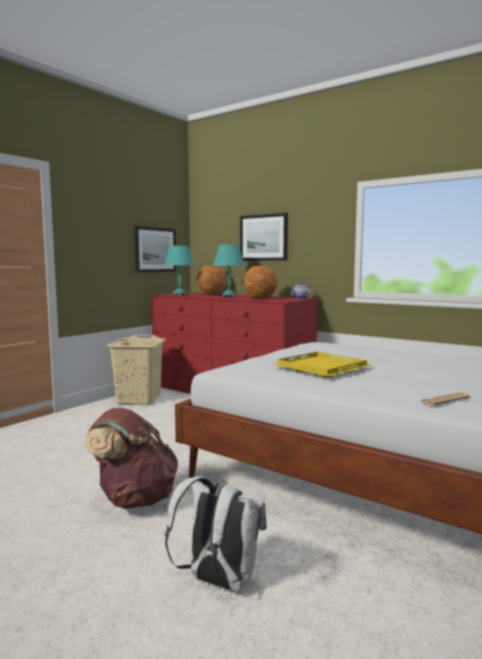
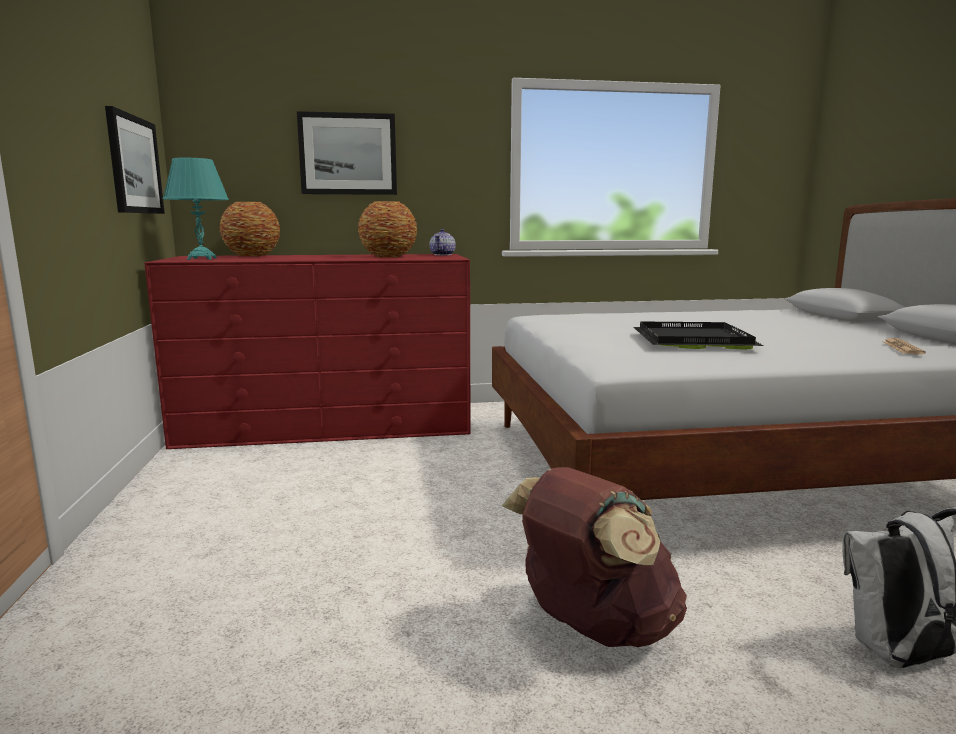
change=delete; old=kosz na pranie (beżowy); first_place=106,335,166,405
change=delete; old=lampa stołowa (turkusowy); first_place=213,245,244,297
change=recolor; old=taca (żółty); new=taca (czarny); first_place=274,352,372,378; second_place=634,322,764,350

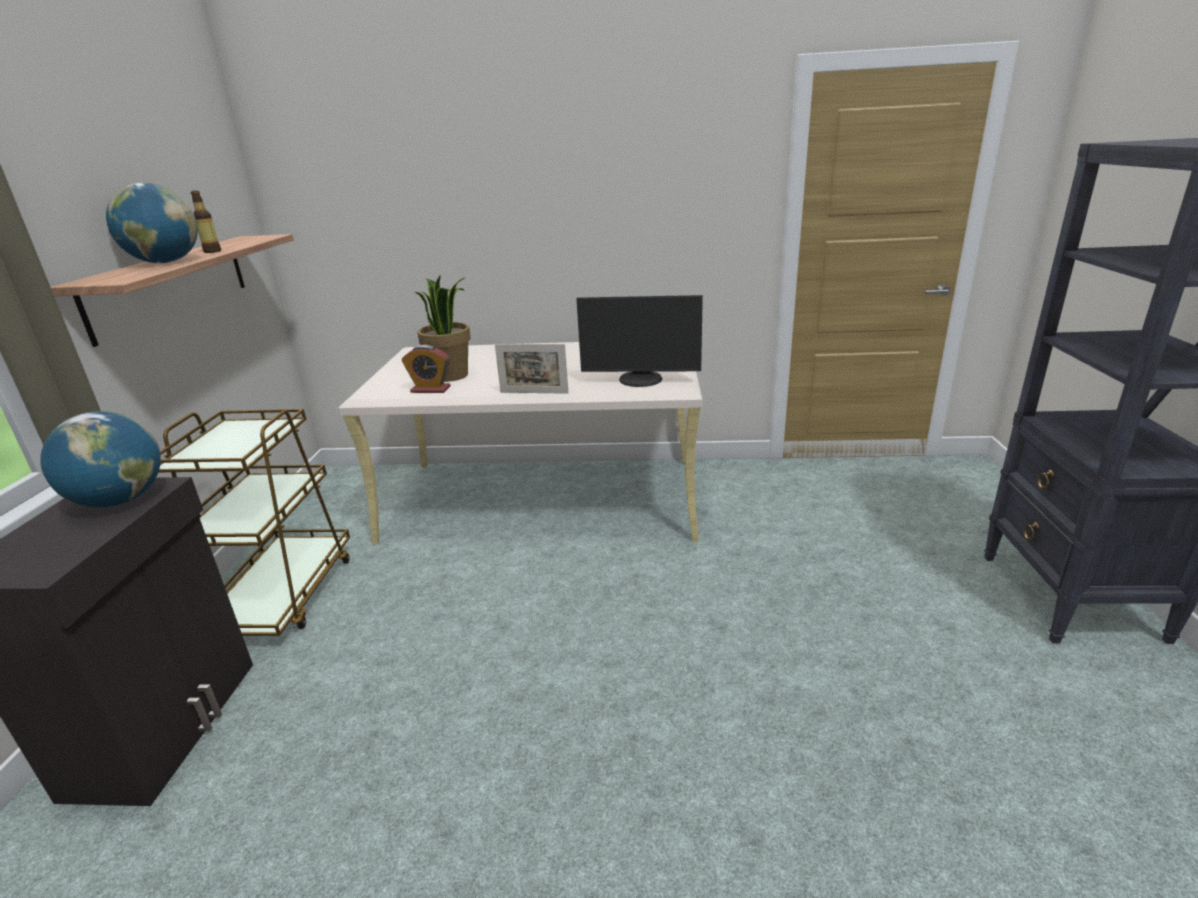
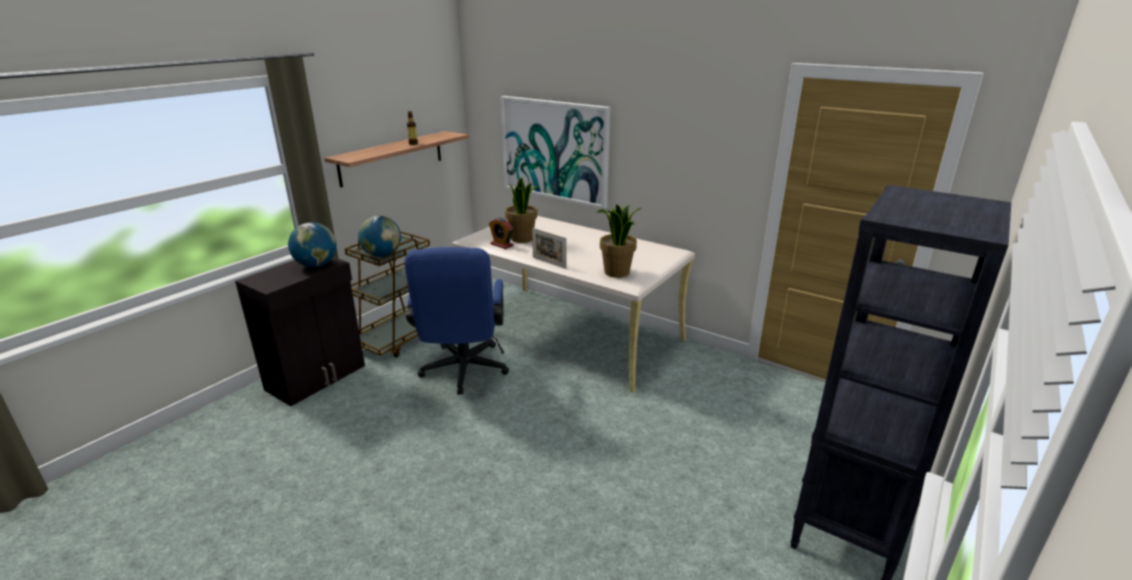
change=move; old=globus; first_place=106,183,198,263; second_place=358,216,401,257
change=replace; old=monitor; new=roślina doniczkowa; first_place=576,295,703,387; second_place=596,204,641,278
change=insert; new=krzesło biurowe (niebieski); second_place=404,247,509,394
change=insert; new=obraz; second_place=500,96,610,209

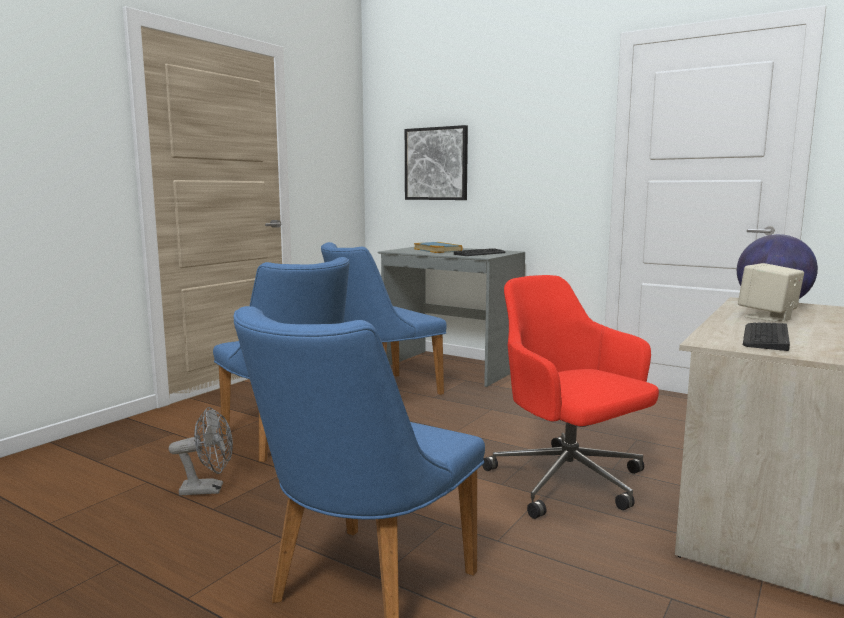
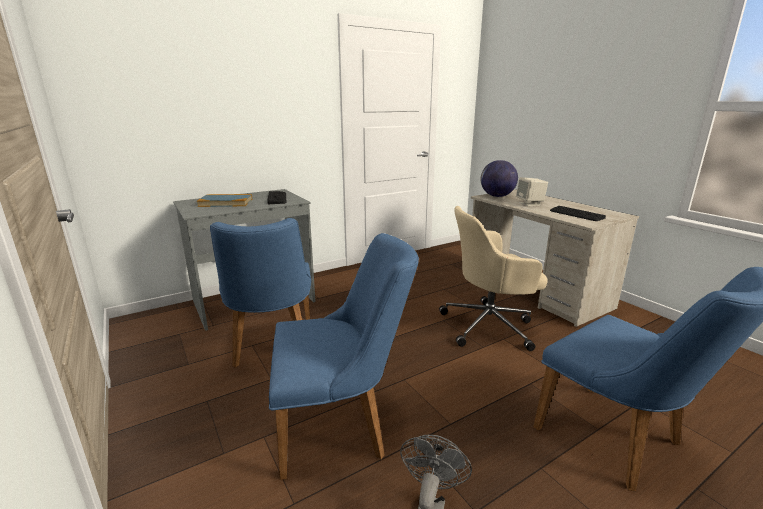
change=delete; old=obraz; first_place=405,125,468,200
change=recolor; old=krzesło biurowe (czerwony); new=krzesło biurowe (beżowy); first_place=482,275,659,519; second_place=439,206,548,351

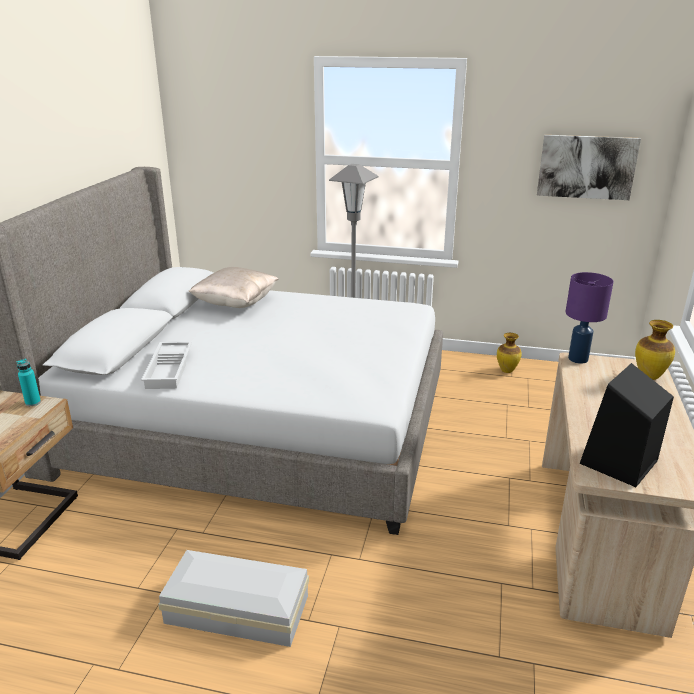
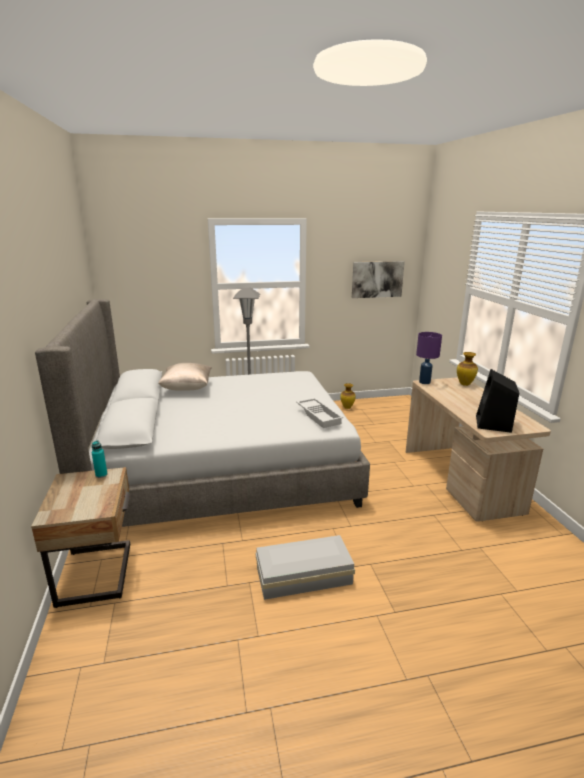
change=move; old=taca (biały); first_place=141,342,192,389; second_place=296,398,343,428

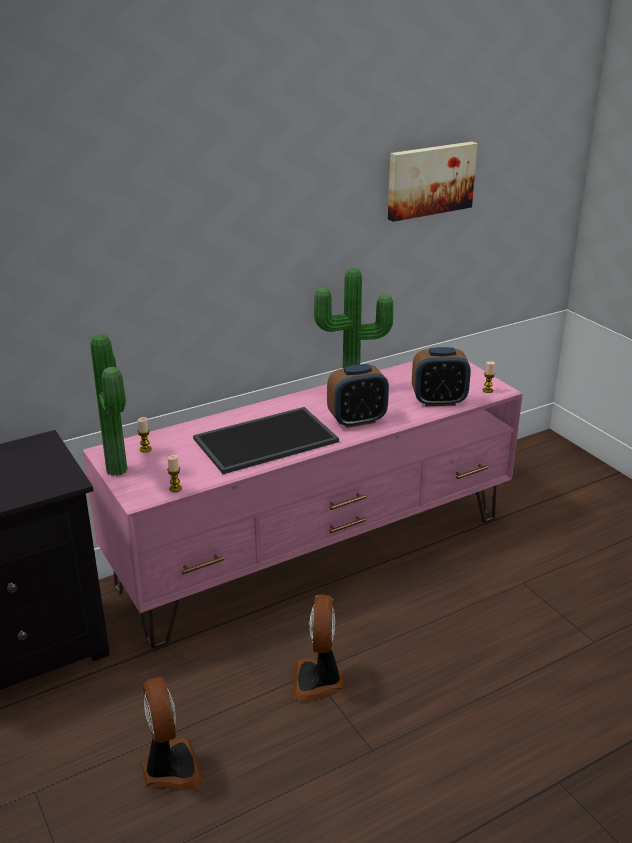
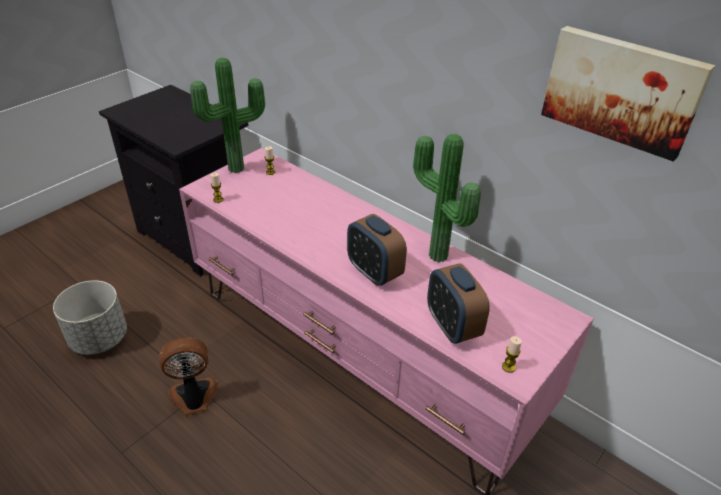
change=replace; old=wentylator; new=donica (szary); first_place=141,677,204,790; second_place=53,280,127,355
change=delete; old=taca; first_place=193,407,339,474

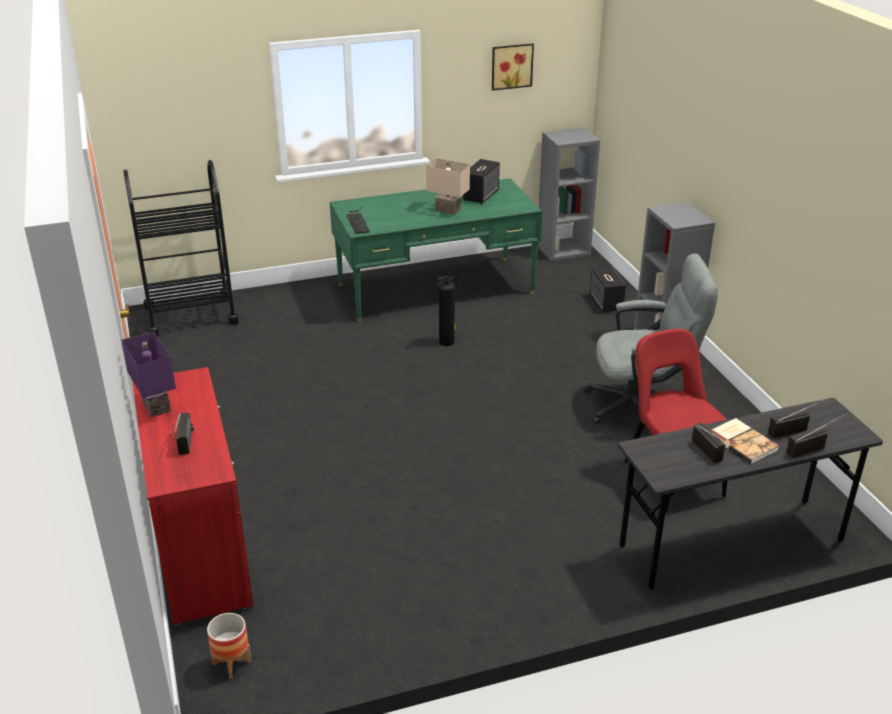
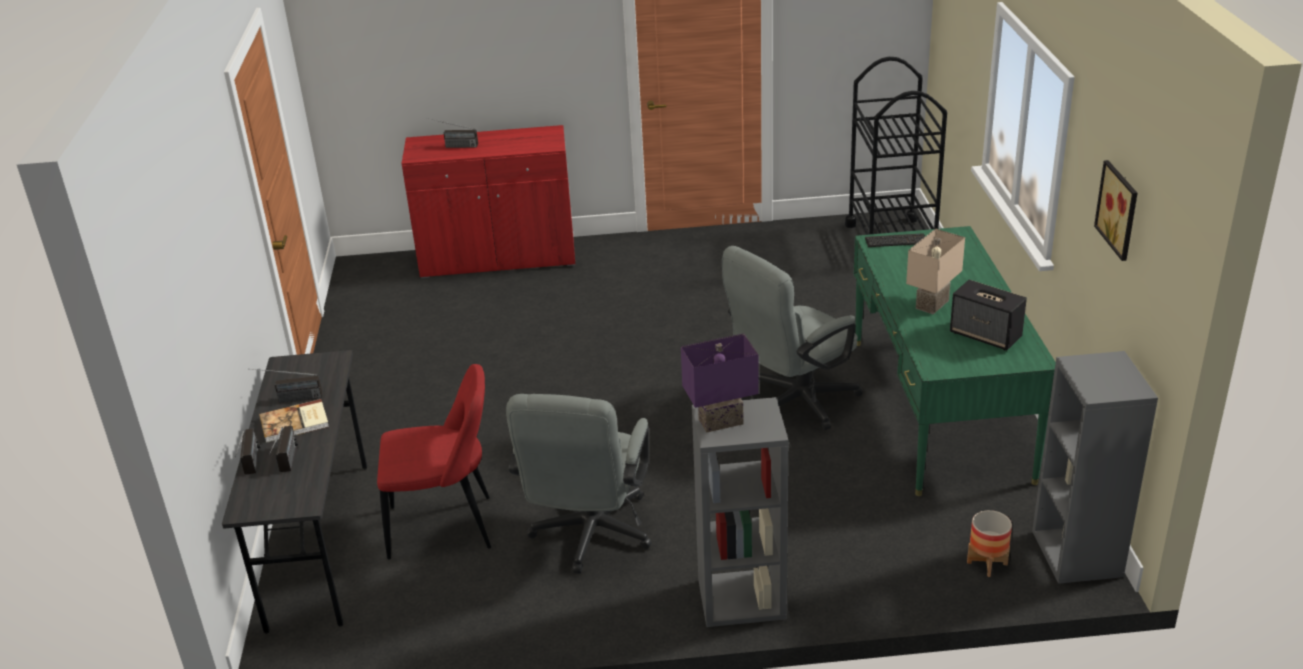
change=move; old=lampa stołowa (fioletowy); first_place=121,331,176,417; second_place=681,333,759,433
change=move; old=donica; first_place=207,613,252,678; second_place=967,510,1012,577
change=replace; old=gaśnica; new=krzesło biurowe (szary); first_place=437,276,457,346; second_place=722,246,863,430
change=delete; old=głośnik; first_place=590,266,626,313

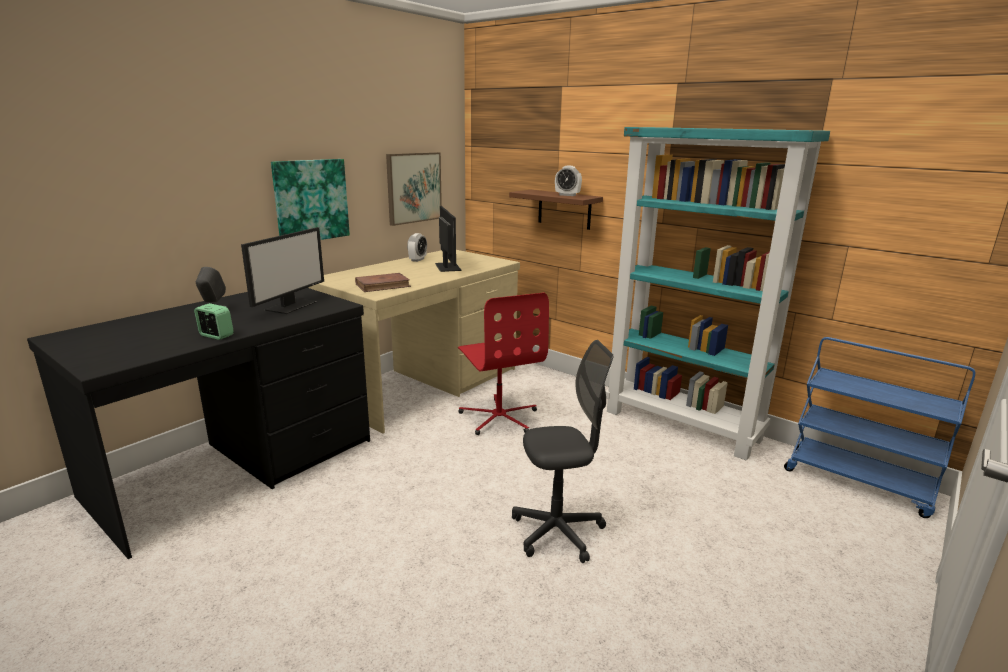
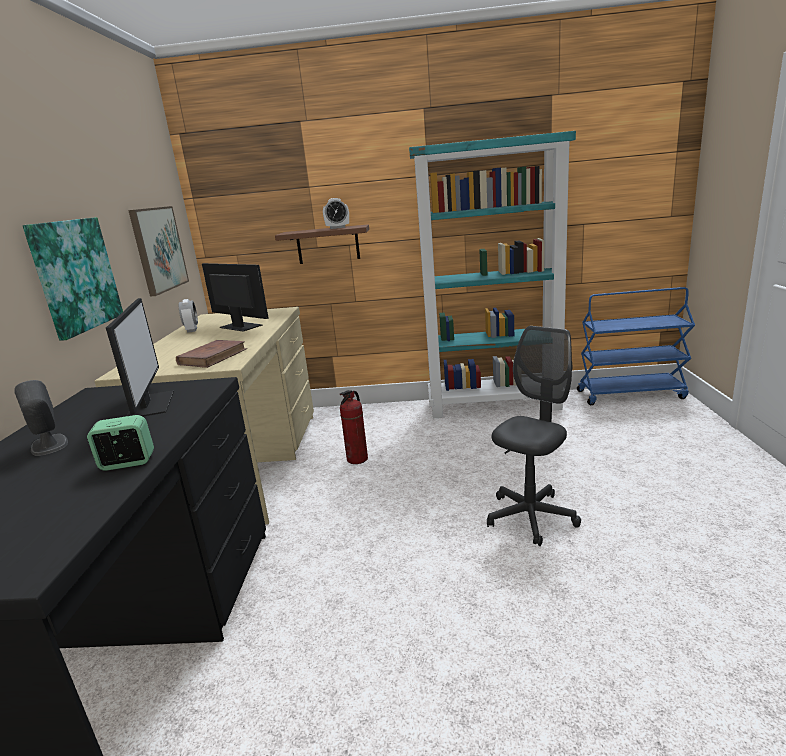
change=replace; old=krzesło biurowe (czerwony); new=gaśnica; first_place=458,293,549,435; second_place=340,390,368,464

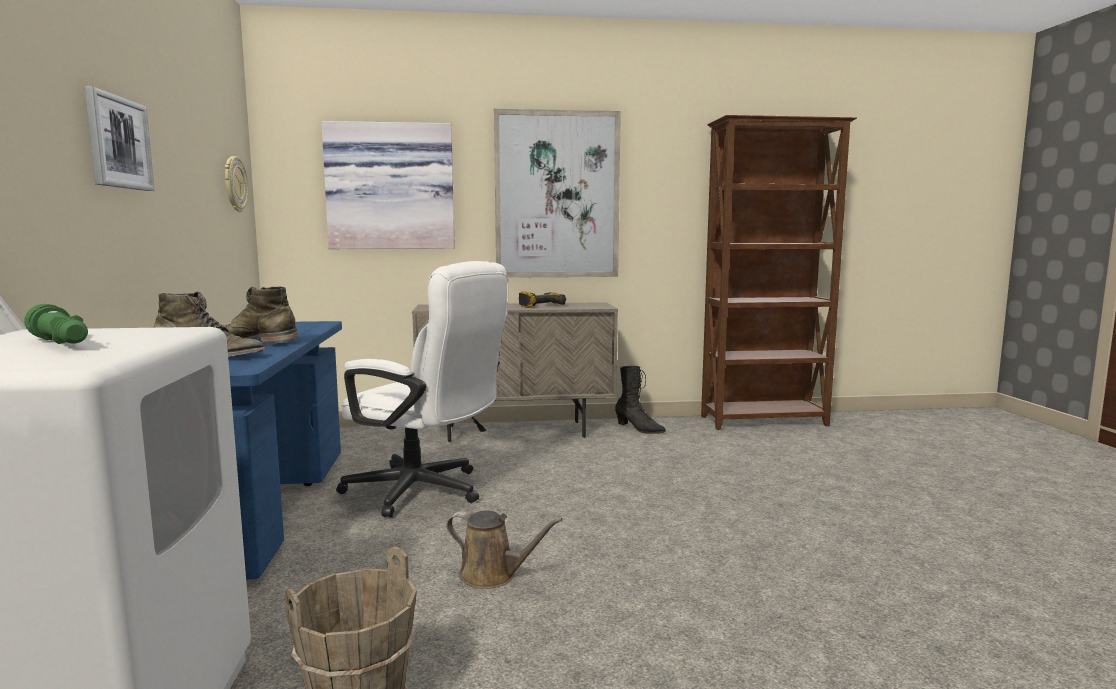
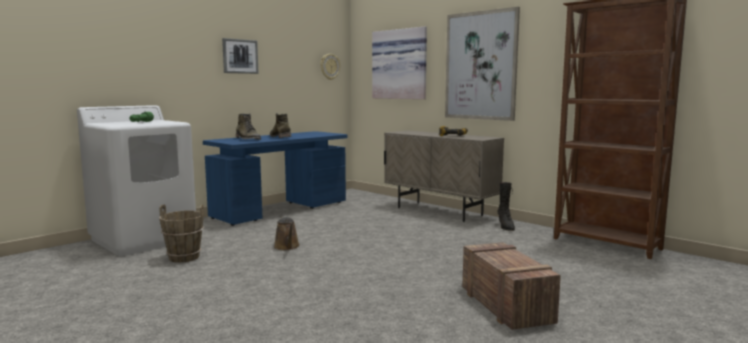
change=delete; old=krzesło biurowe (biały); first_place=336,261,509,518
change=insert; new=skrzynka; second_place=462,242,561,330

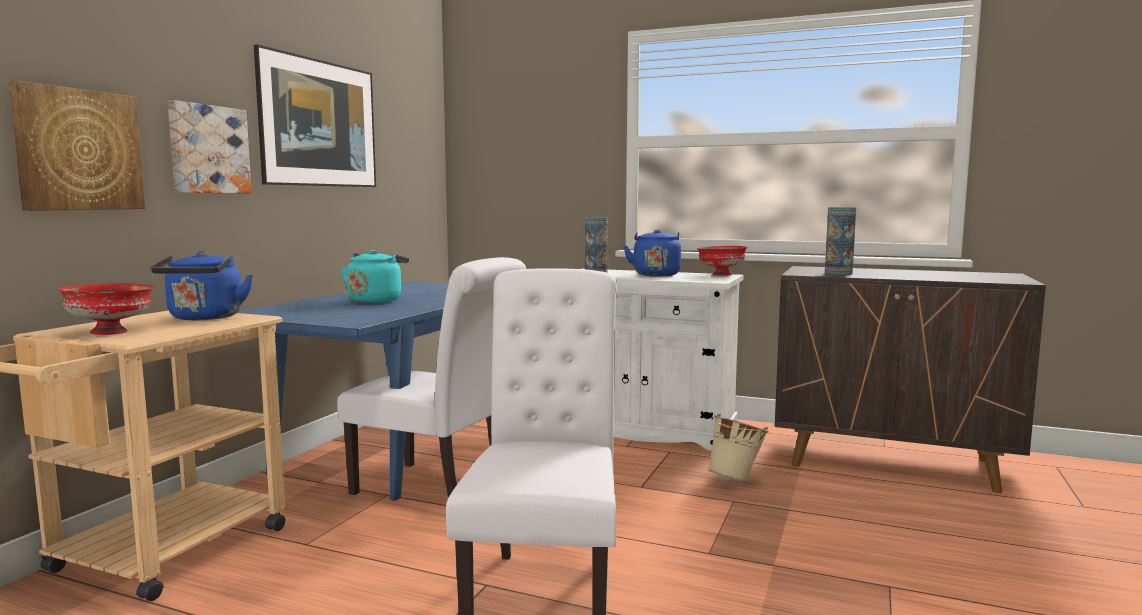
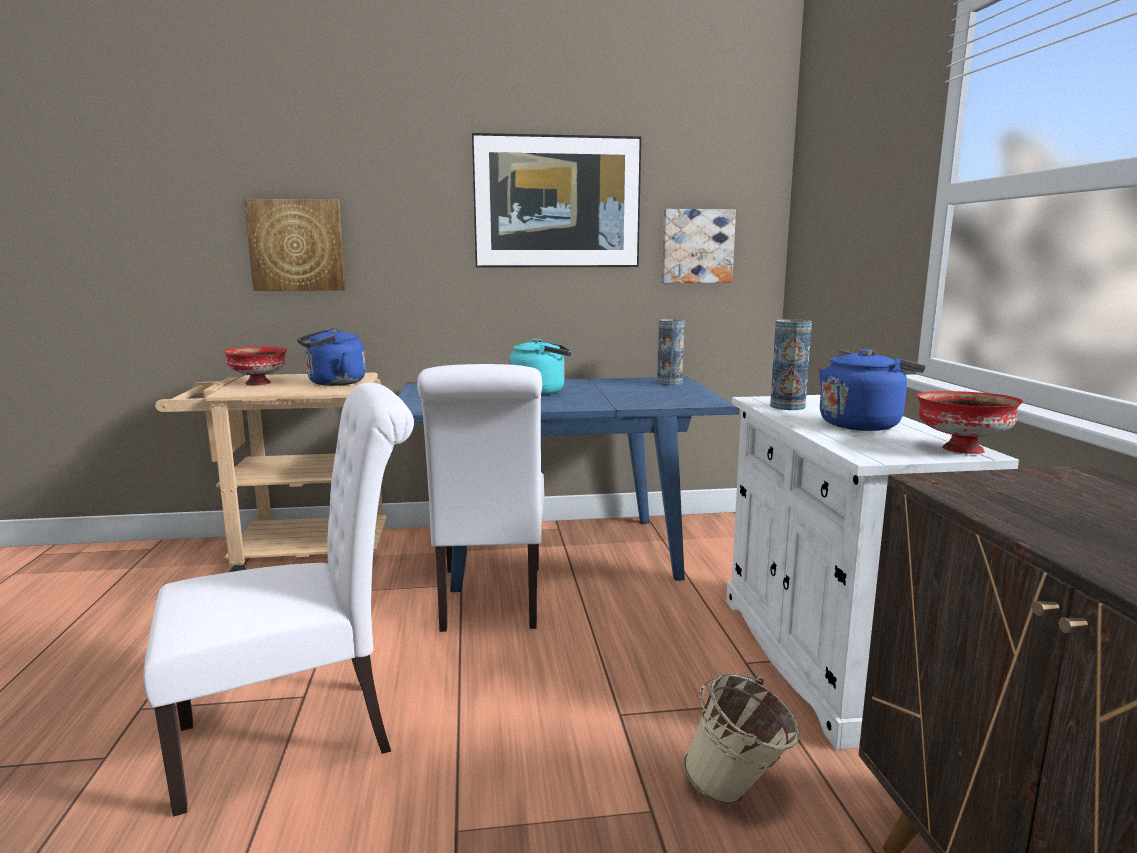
change=move; old=obraz; first_place=168,100,252,194; second_place=662,209,736,283
change=move; old=wazon; first_place=825,207,856,275; second_place=657,319,685,386

